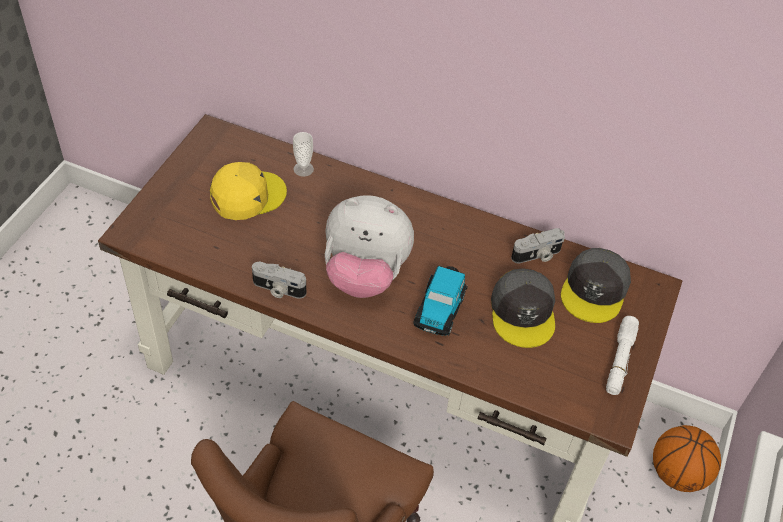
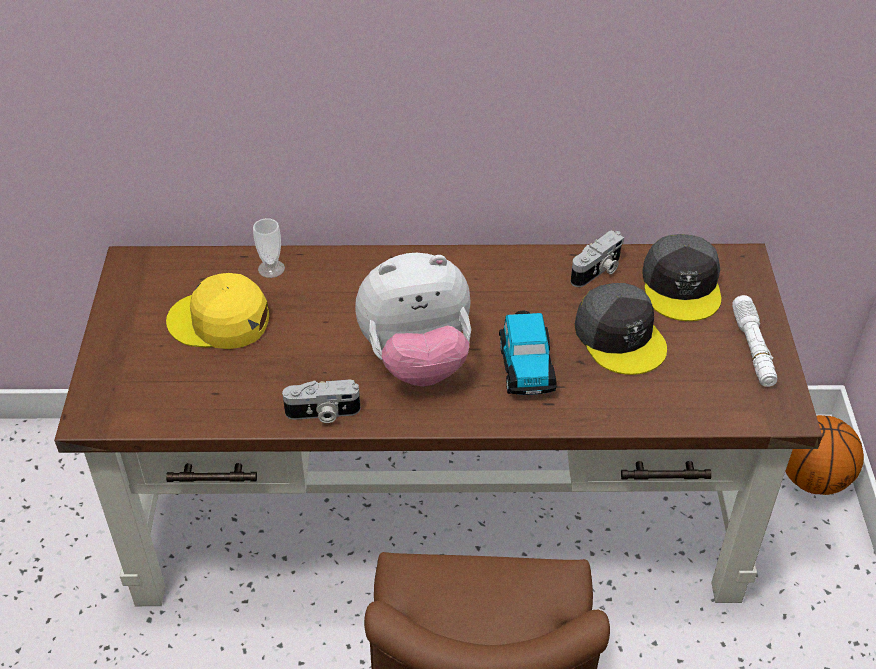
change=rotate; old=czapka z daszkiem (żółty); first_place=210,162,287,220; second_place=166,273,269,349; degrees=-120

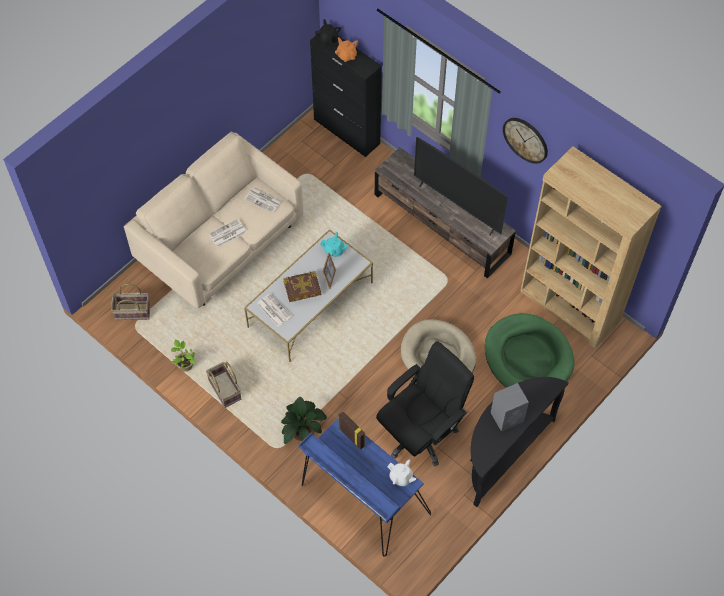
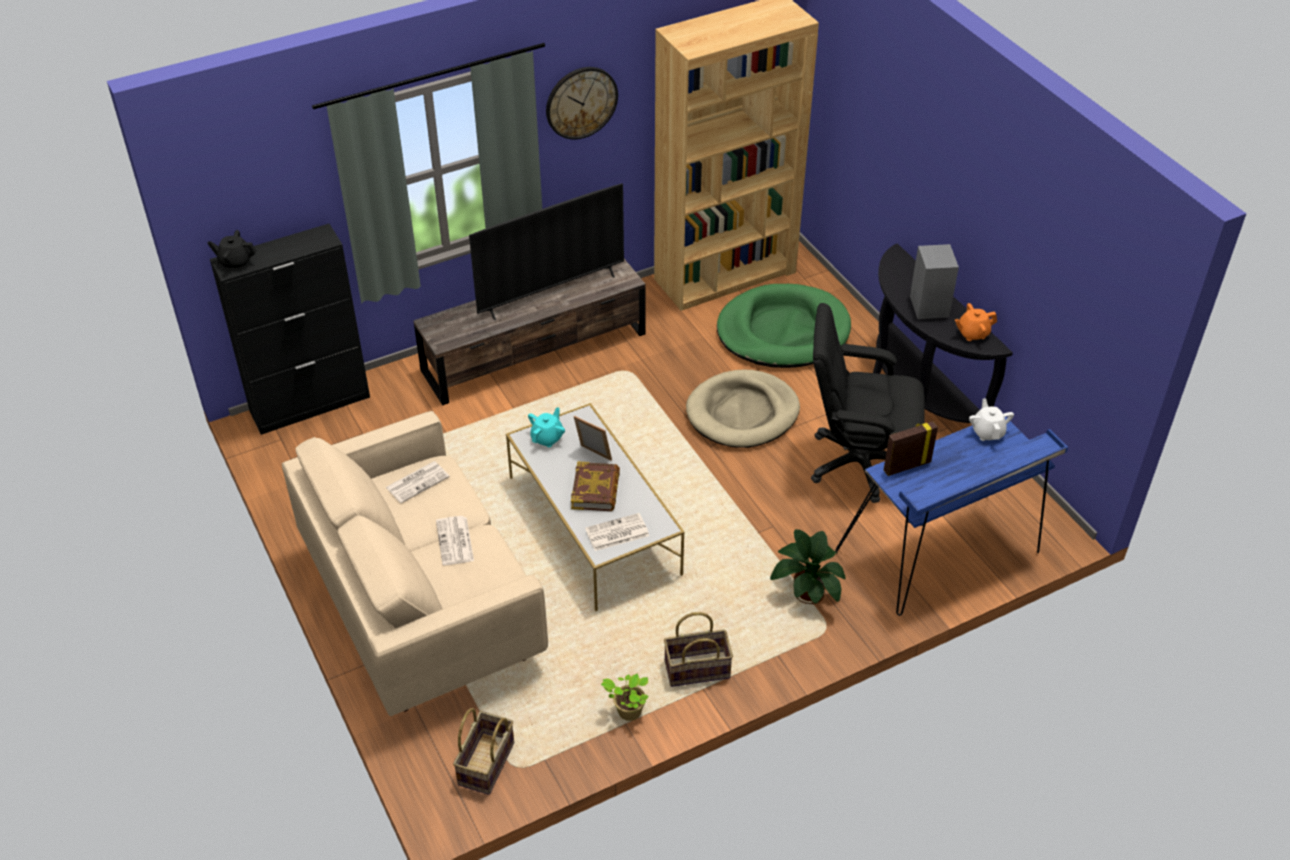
change=move; old=imbryk (pomarańczowy); first_place=335,37,358,62; second_place=955,303,997,341
change=rotate; old=krzesło biurowe (czarny); first_place=376,341,474,466; second_place=811,303,925,503; degrees=-60
change=rotate; old=imbryk (biały); first_place=387,460,416,486; second_place=969,398,1014,441; degrees=-60

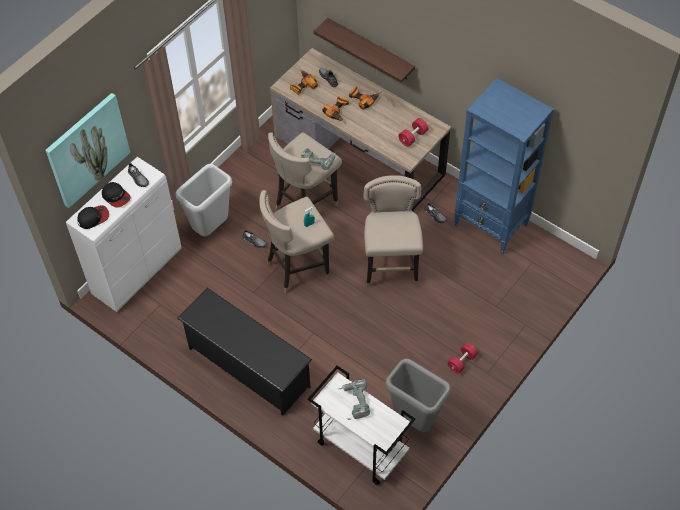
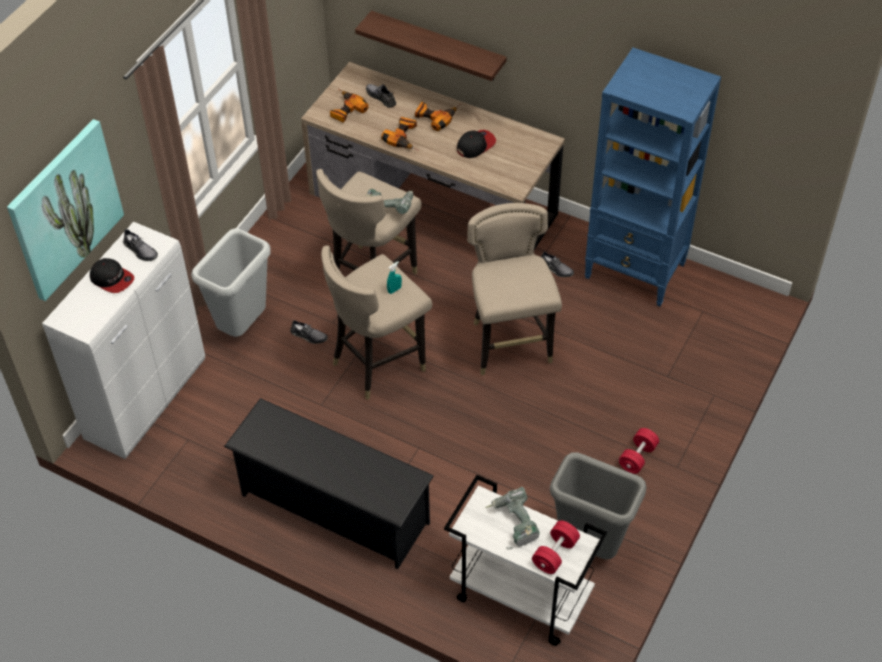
change=move; old=czapka z daszkiem; first_place=77,205,109,229; second_place=457,130,496,158
change=move; old=hantel (czerwony); first_place=398,118,428,147; second_place=532,520,580,574

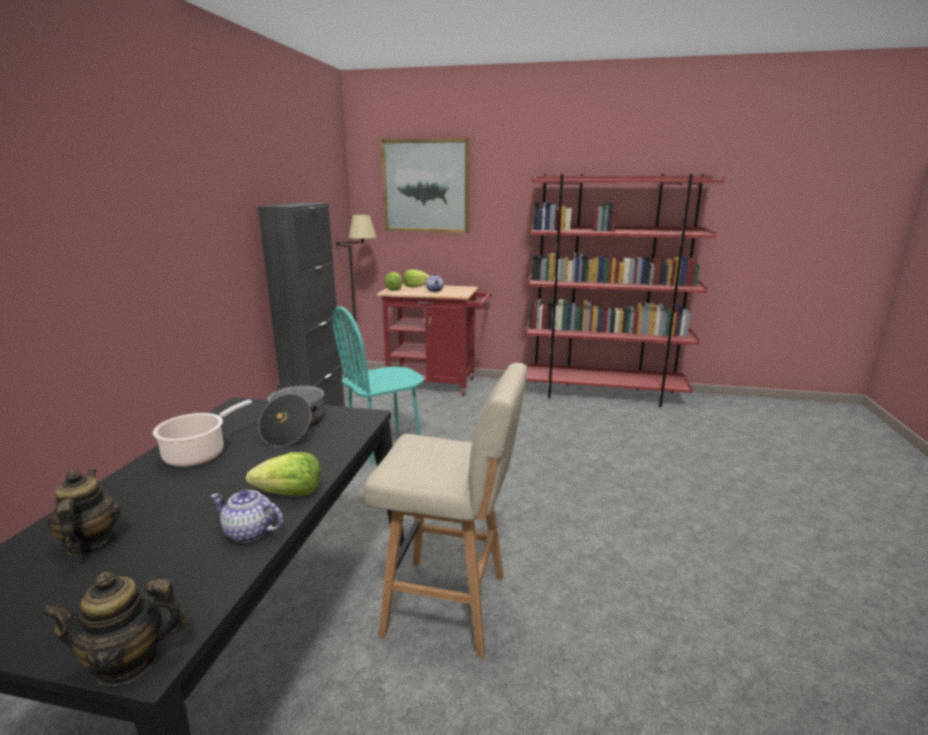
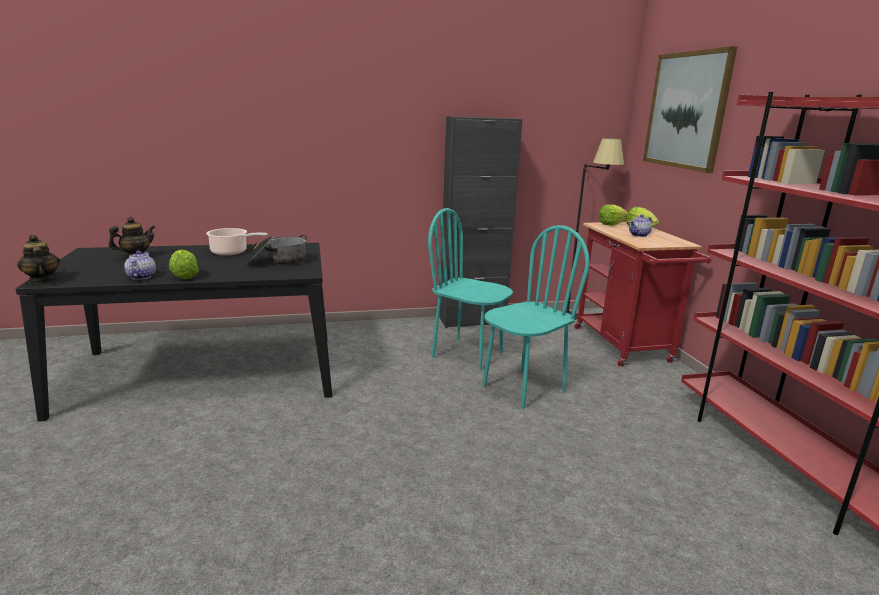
change=delete; old=stołek (beżowy); first_place=364,363,528,658
change=insert; new=krzesło (turkusowy); second_place=483,225,590,409

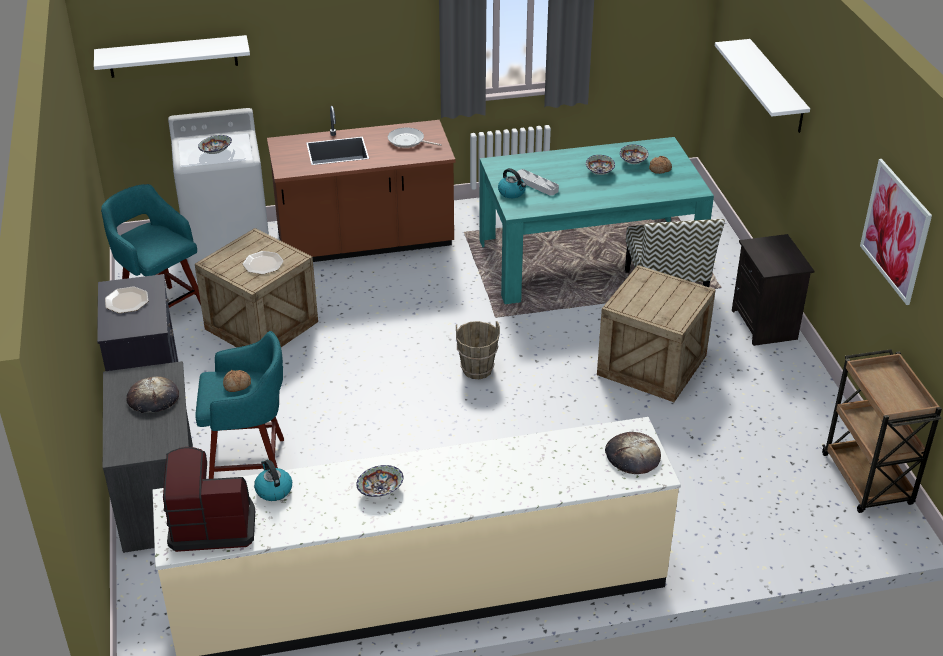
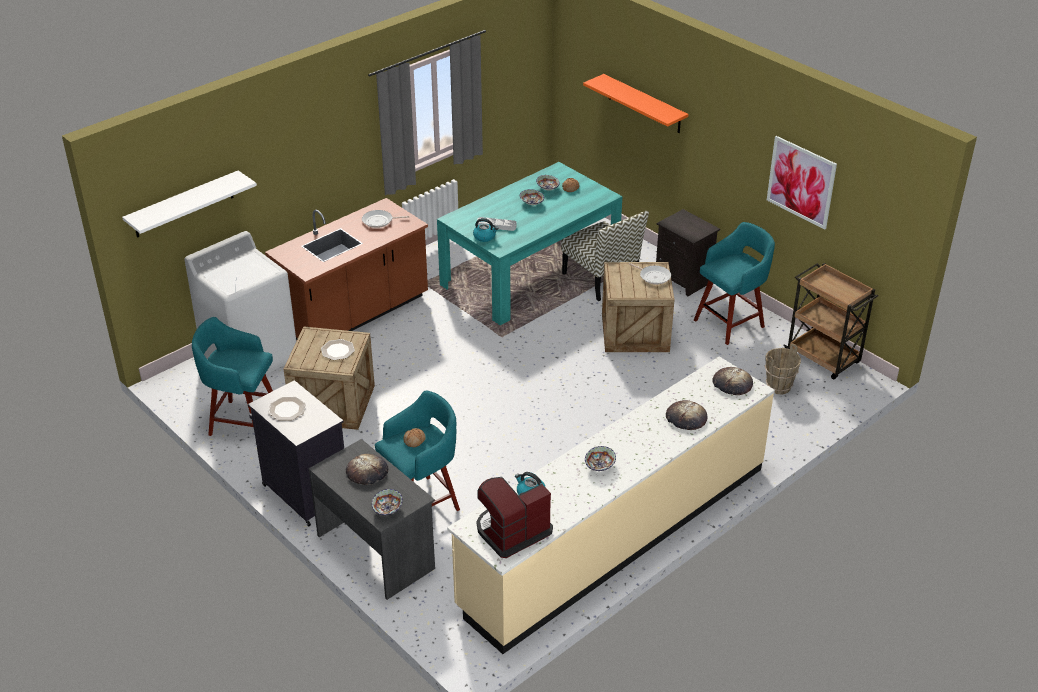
change=move; old=miska; first_place=198,135,232,154; second_place=372,489,403,516
change=move; old=wiadro (brązowy); first_place=456,321,500,379; second_place=765,344,801,394
change=recolor; old=półka (biały); new=półka (pomarańczowy); first_place=715,39,810,133; second_place=583,74,688,133
change=insert; new=patelnia; second_place=629,263,671,285
change=insert; new=chleb; second_place=666,400,708,430
change=insert; new=stołek (turkusowy); second_place=694,222,775,345

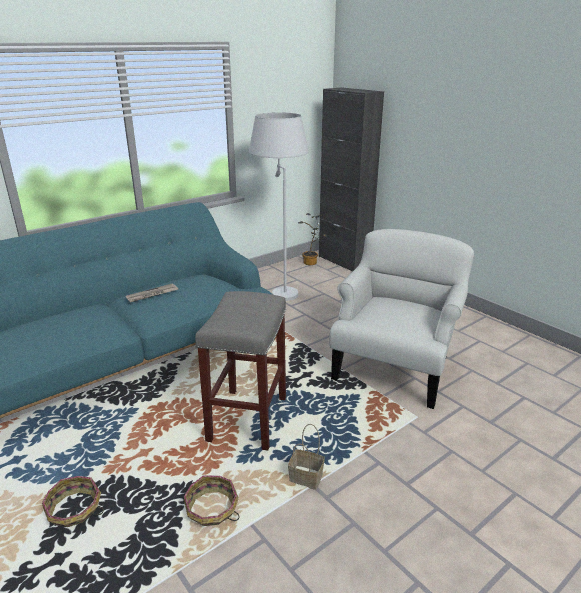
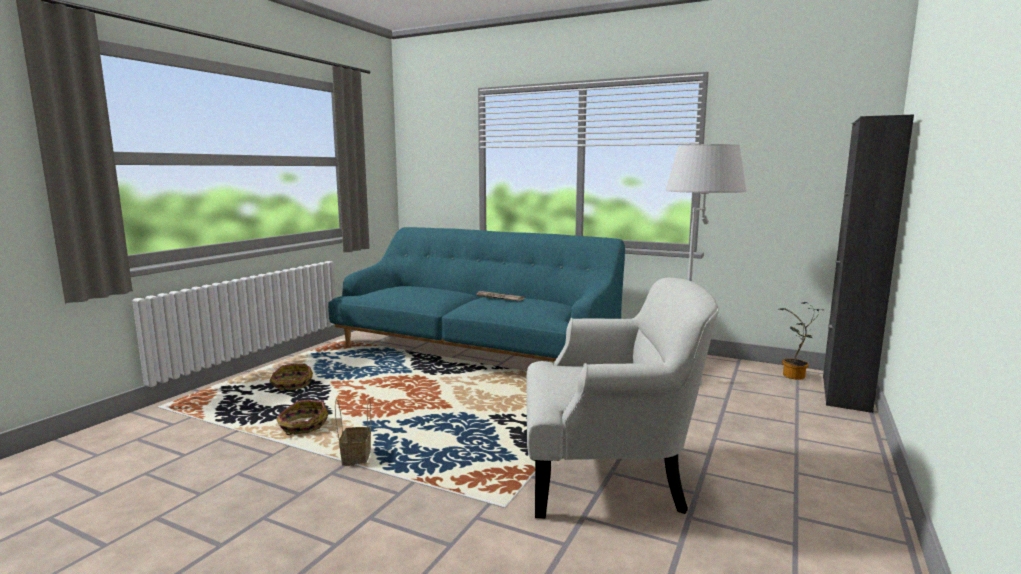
change=delete; old=stołek (szary); first_place=195,291,286,450

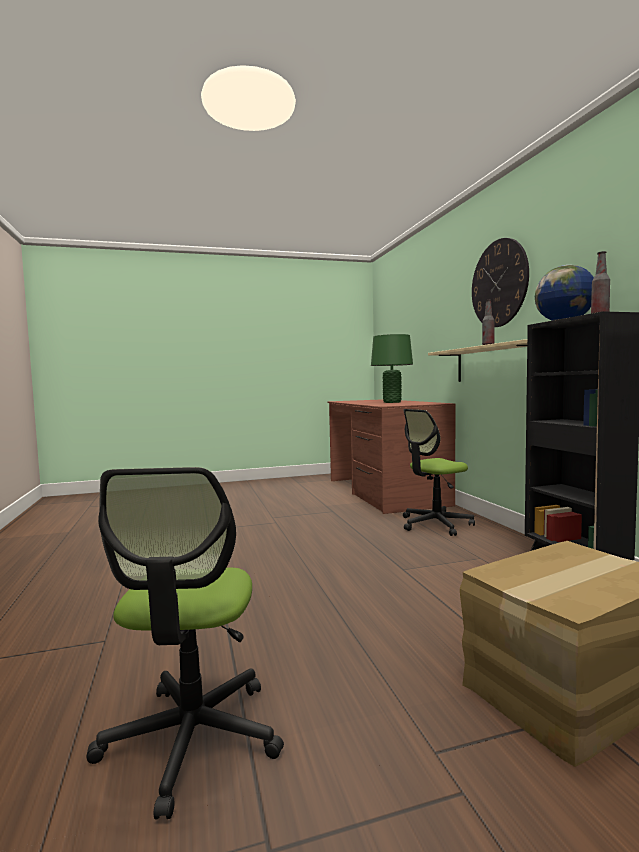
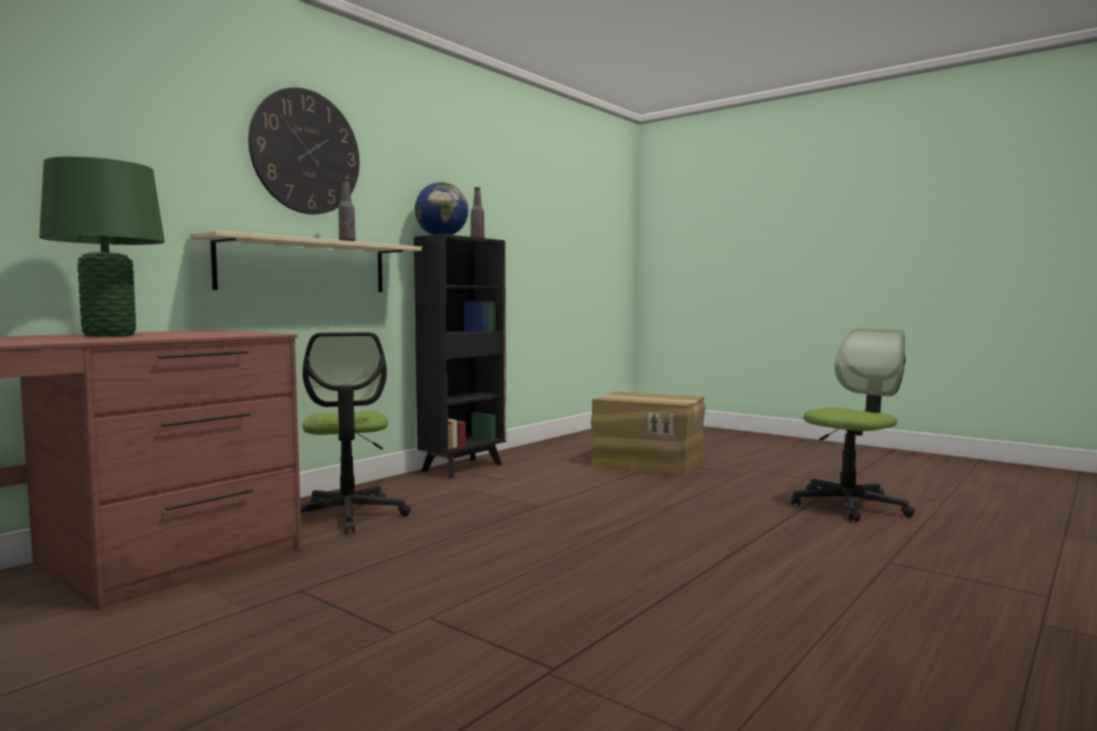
change=rotate; old=krzesło biurowe; first_place=403,409,475,536; second_place=300,332,411,533; degrees=45

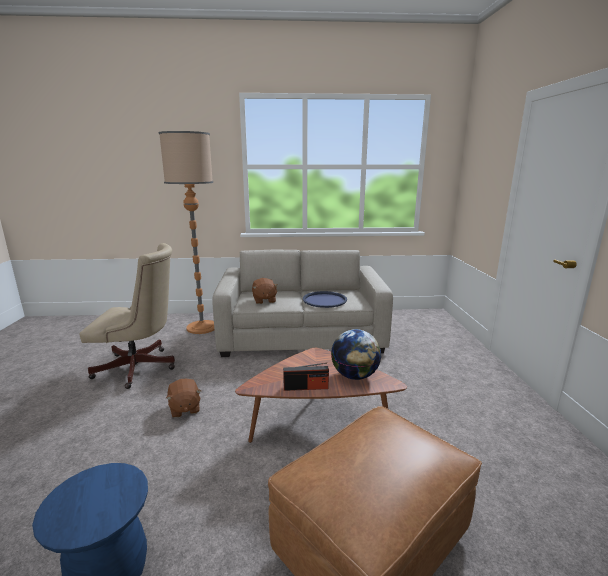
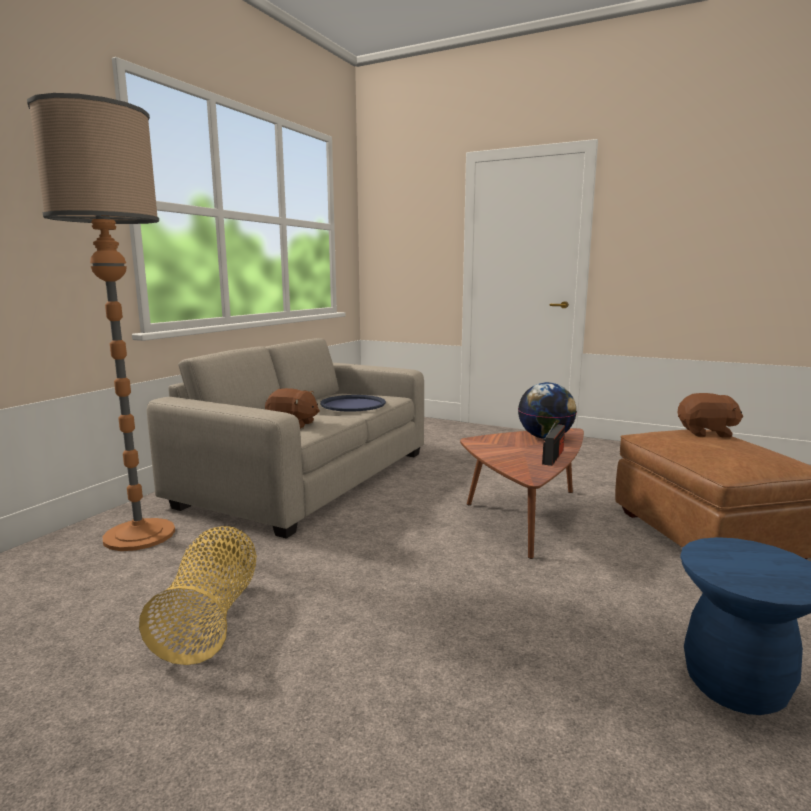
change=replace; old=krzesło biurowe (beżowy); new=koszyk; first_place=79,243,175,389; second_place=139,526,257,665
change=move; old=pluszak (brązowy); first_place=166,379,201,418; second_place=678,393,743,438

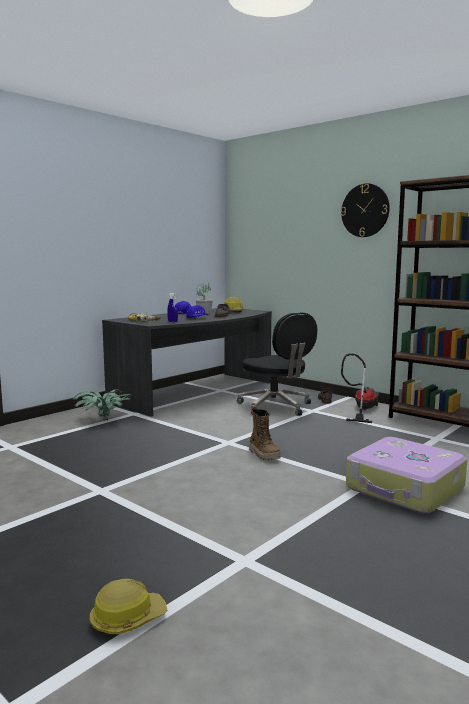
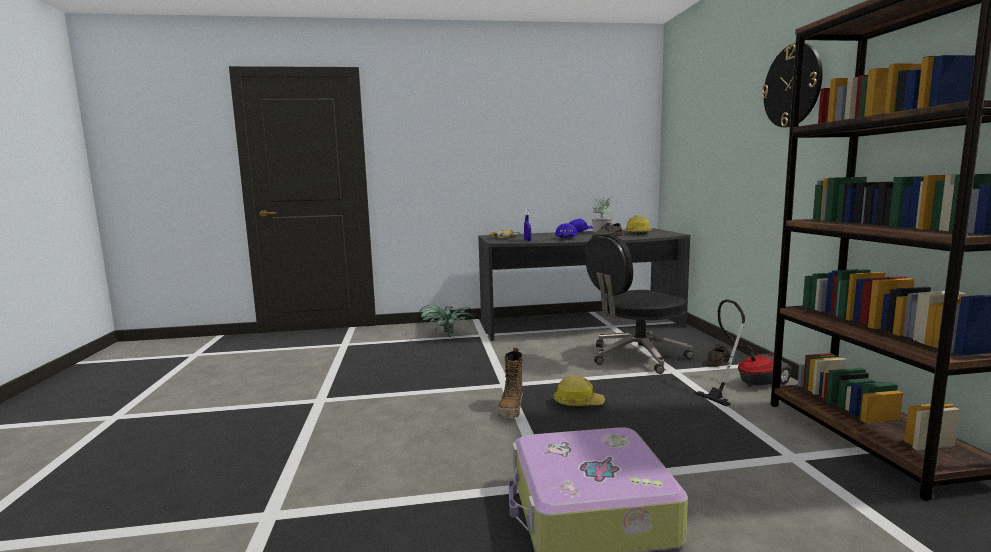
change=move; old=kask; first_place=90,579,167,634; second_place=554,376,605,406
change=rotate; old=krzesło biurowe (czarny); first_place=237,312,317,416; second_place=585,234,693,374; degrees=60

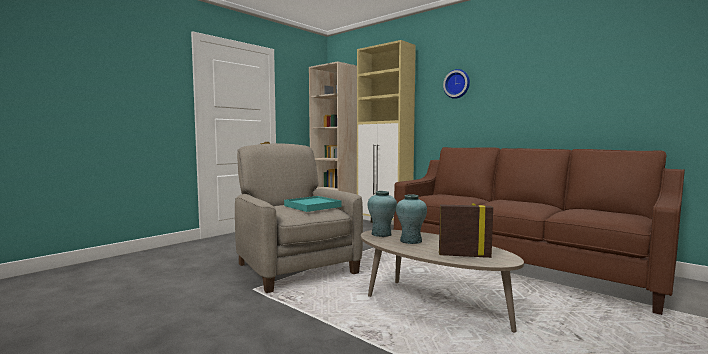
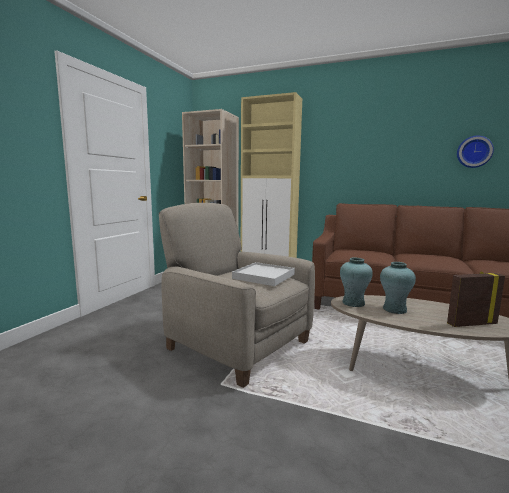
change=recolor; old=taca (turkusowy); new=taca (biały); first_place=284,196,342,212; second_place=232,262,295,286
change=move; old=zegar ścienny; first_place=443,69,470,99; second_place=457,136,494,168

